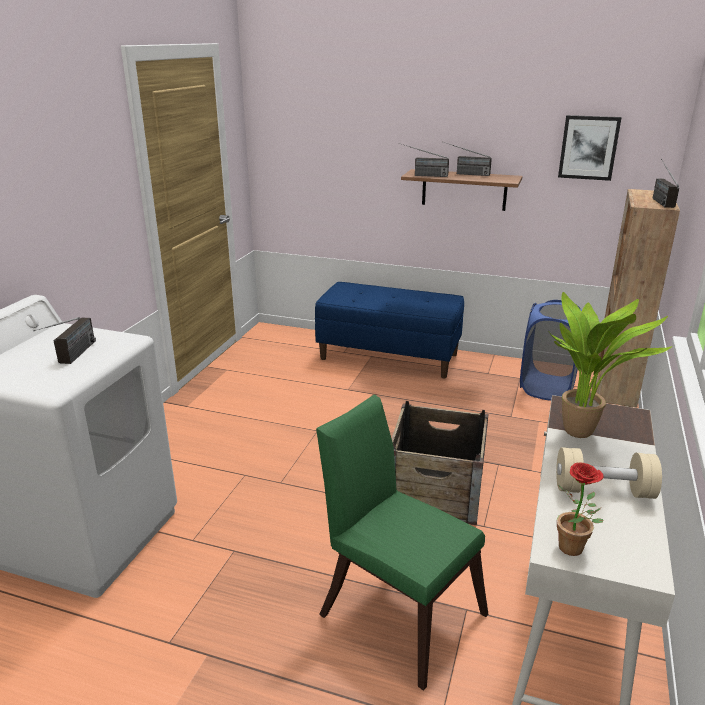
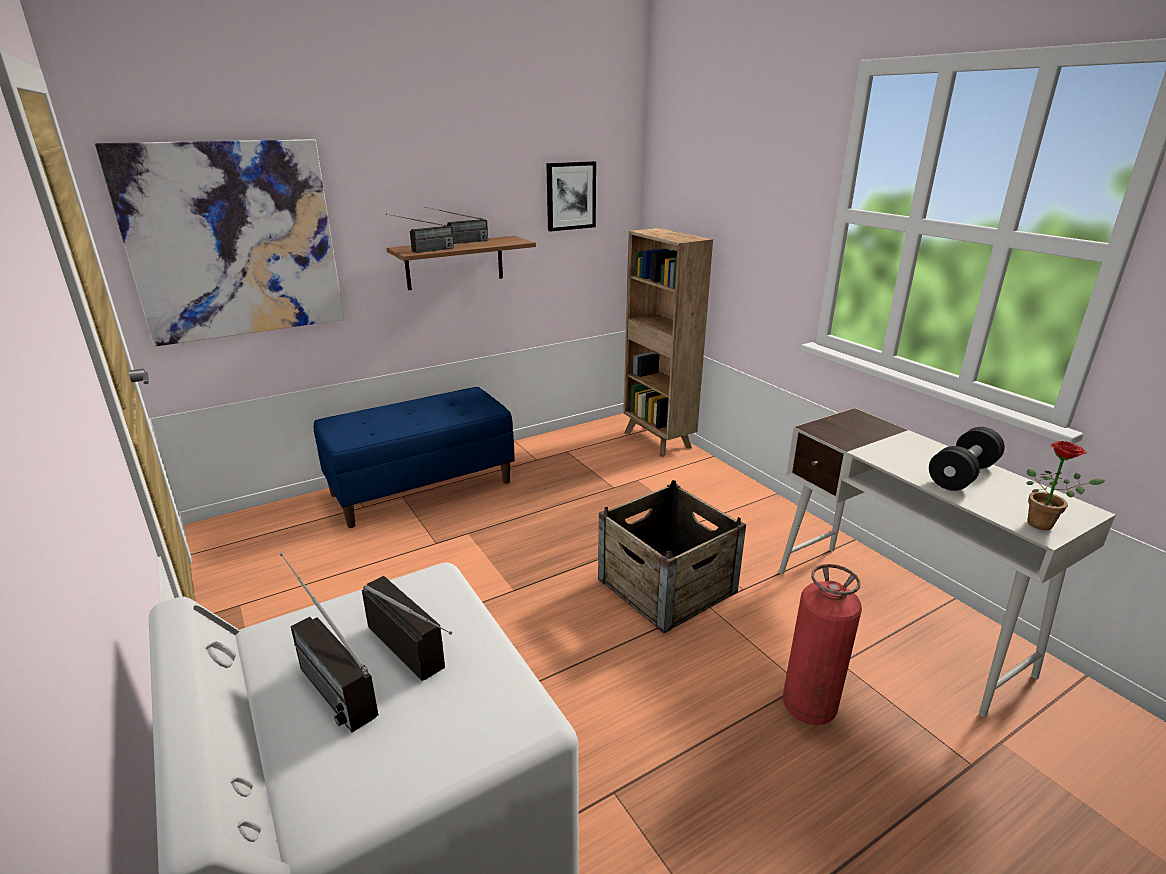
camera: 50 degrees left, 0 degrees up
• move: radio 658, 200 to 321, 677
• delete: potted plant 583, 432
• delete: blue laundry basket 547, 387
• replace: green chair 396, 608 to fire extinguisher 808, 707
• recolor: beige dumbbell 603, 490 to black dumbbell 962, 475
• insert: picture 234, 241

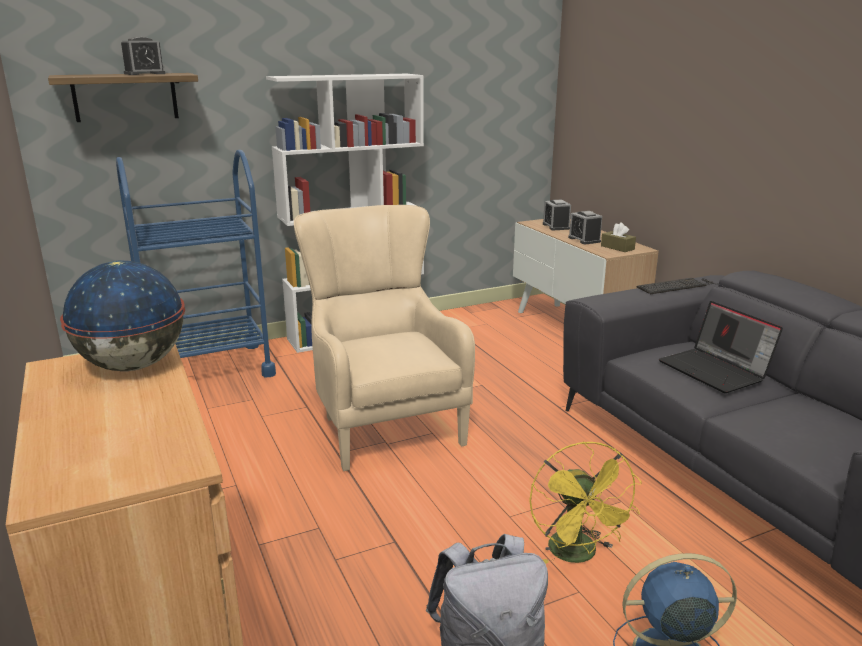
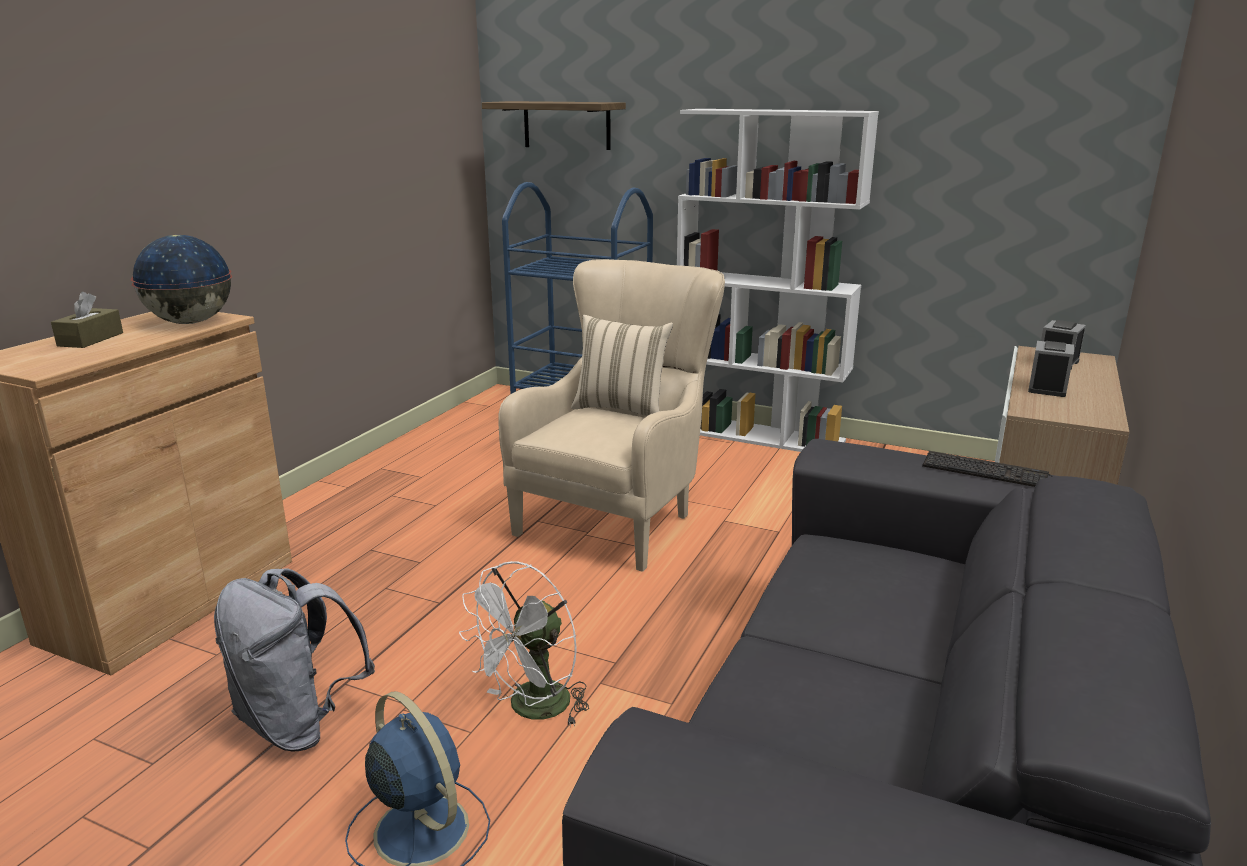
camera: 50 degrees right, 0 degrees up
• delete: alarm clock 144, 74
• move: brown tissue box 617, 247 to 90, 339
• delete: laptop 715, 370
• recolor: yellow fan 578, 555 to white fan 532, 710
• insert: beige pillow 621, 409

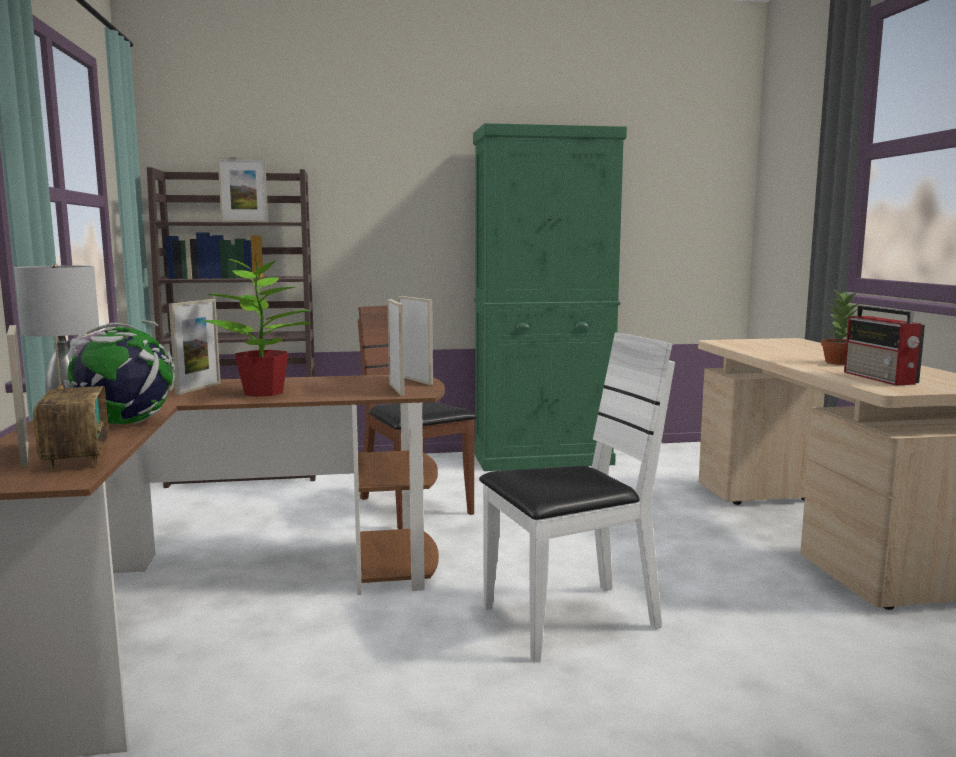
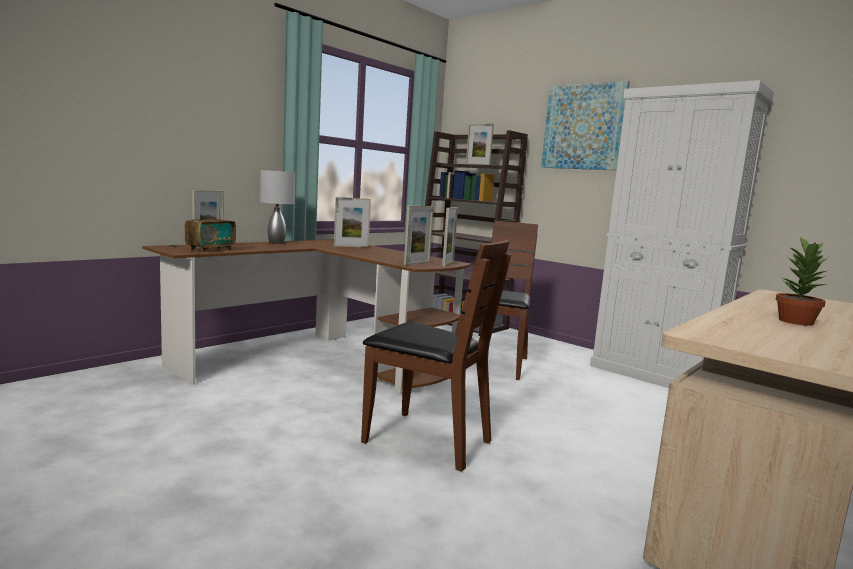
camera: 50 degrees right, 0 degrees up
• recolor: green cabinet 543, 458 to white cabinet 654, 375
• delete: potted plant 264, 392
• delete: radio 880, 378
• delete: globe 124, 423
• recolor: white chair 569, 620 to brown chair 426, 440
• insert: picture 584, 127

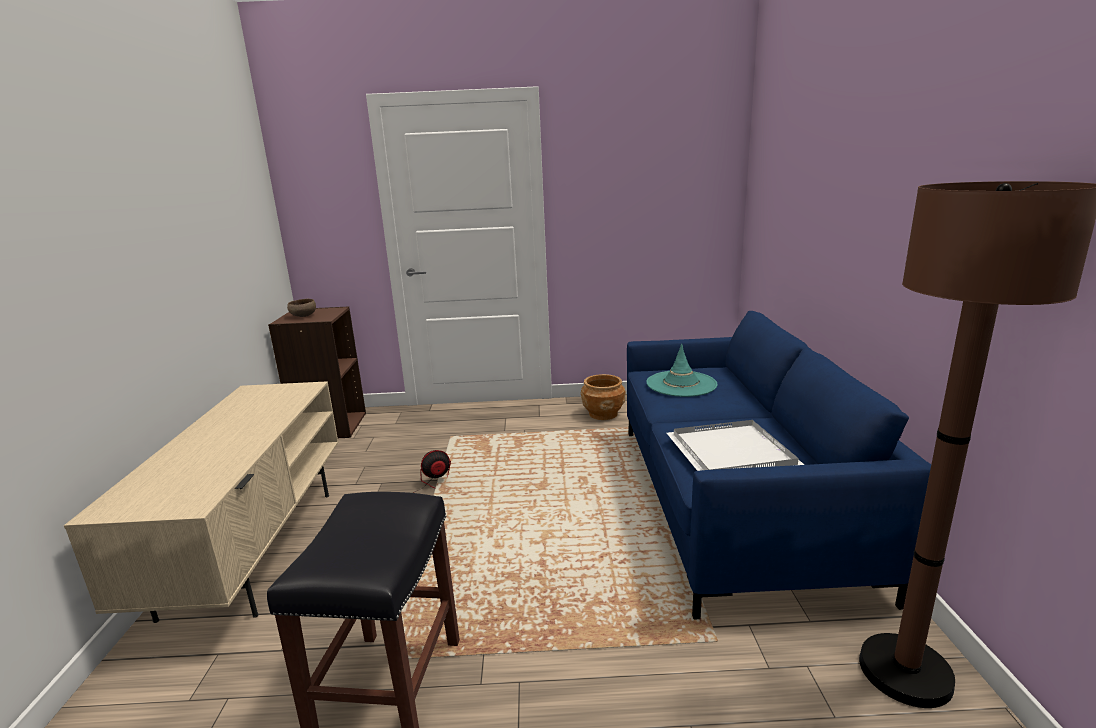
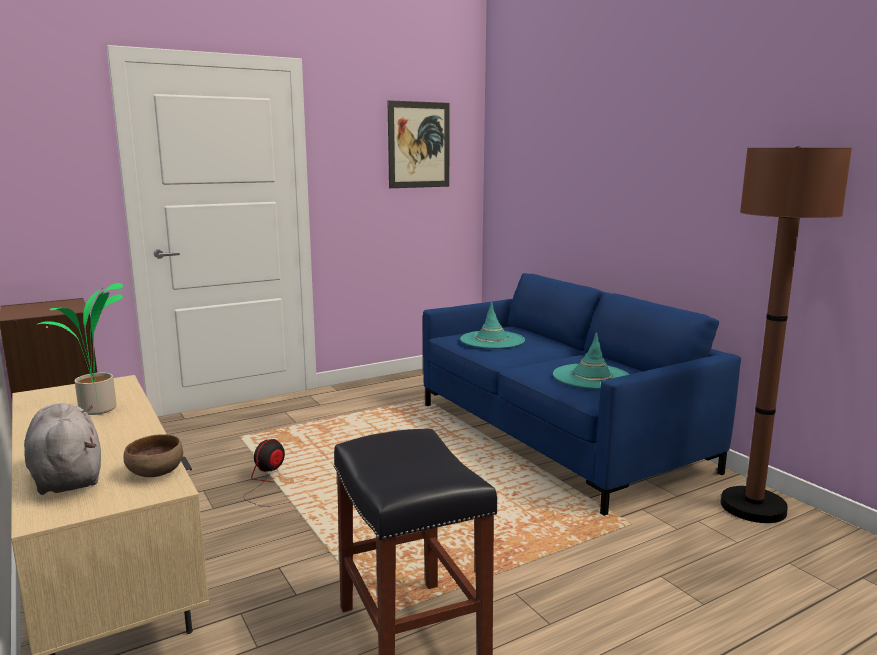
camera: 30 degrees left, 5 degrees down
• move: brown bowl 303, 316 to 155, 474
• delete: brown planter 603, 414
• replace: white tray 734, 453 to turquoise hat 591, 377
• insert: picture 419, 145
• insert: potted plant 98, 410
• insert: grey plush toy 67, 477

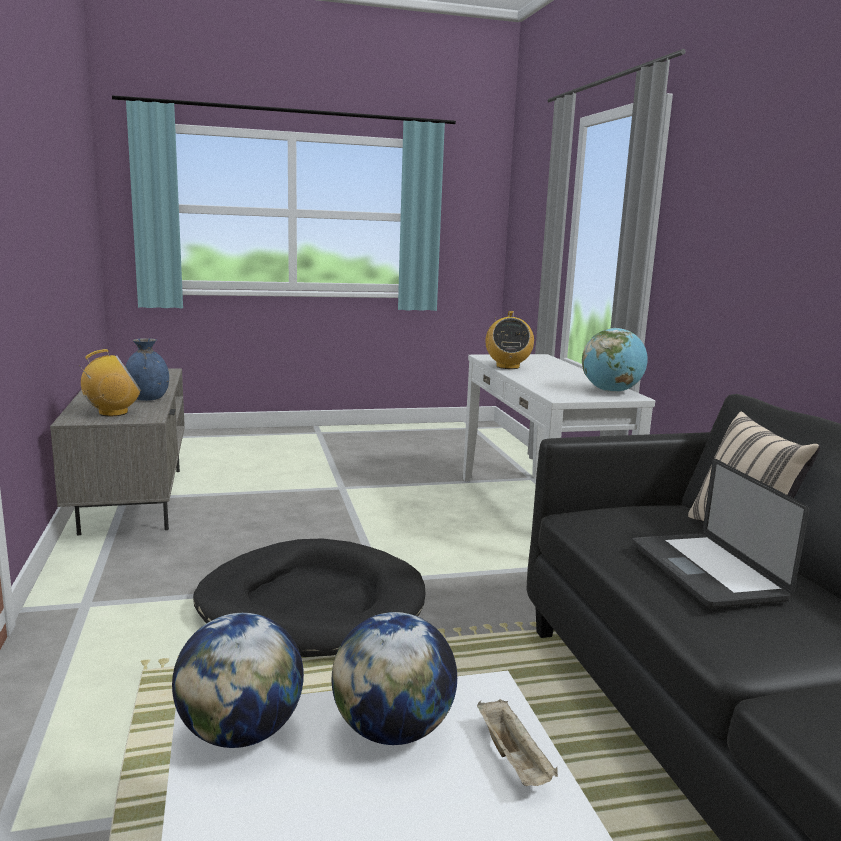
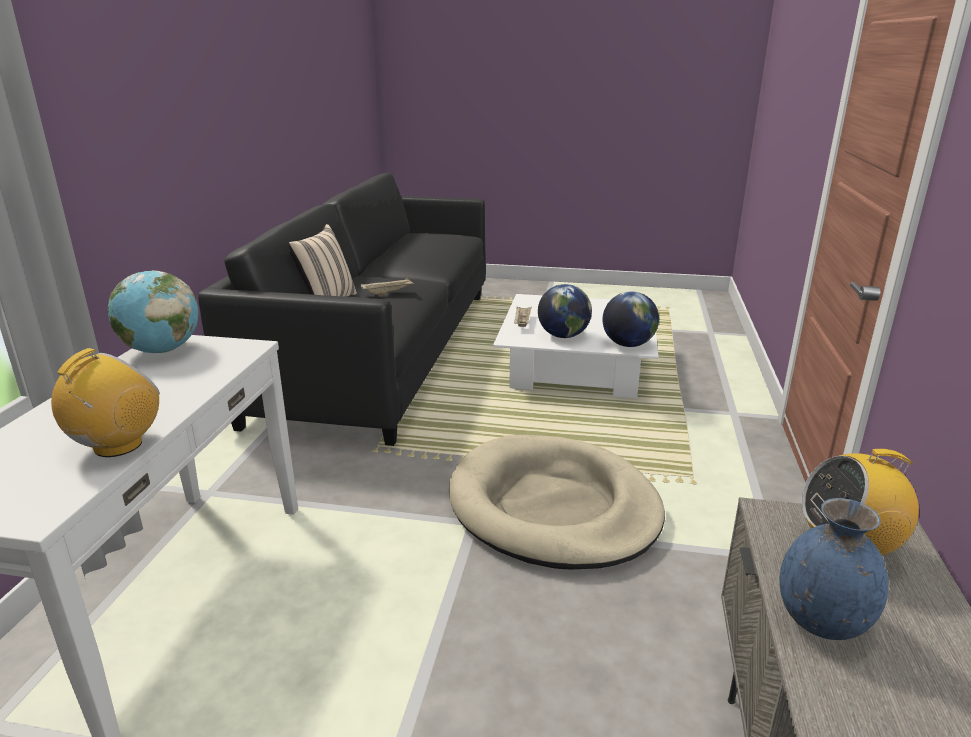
camera: 155 degrees left, 10 degrees up
• replace: laptop 706, 571 to beige tray 388, 293
• recolor: black dog bed 311, 605 to beige dog bed 553, 507

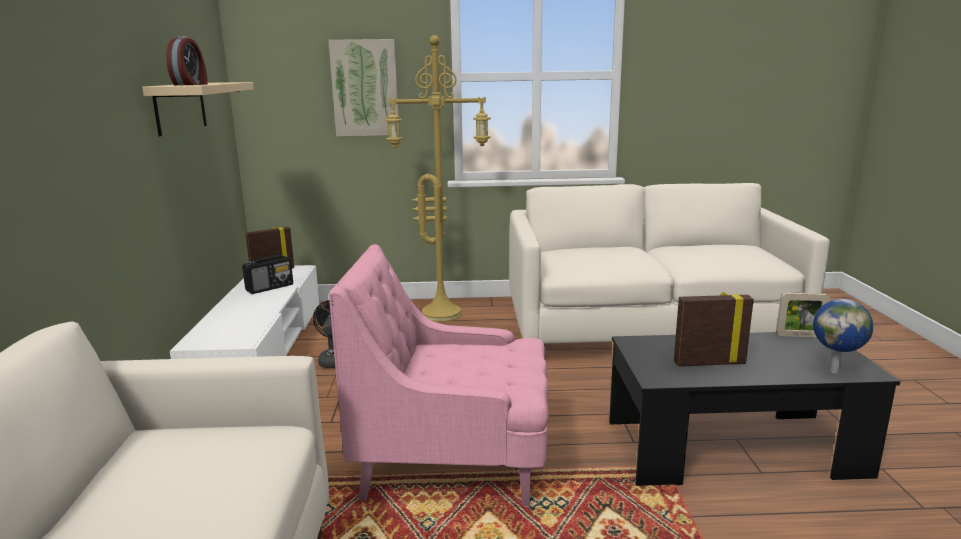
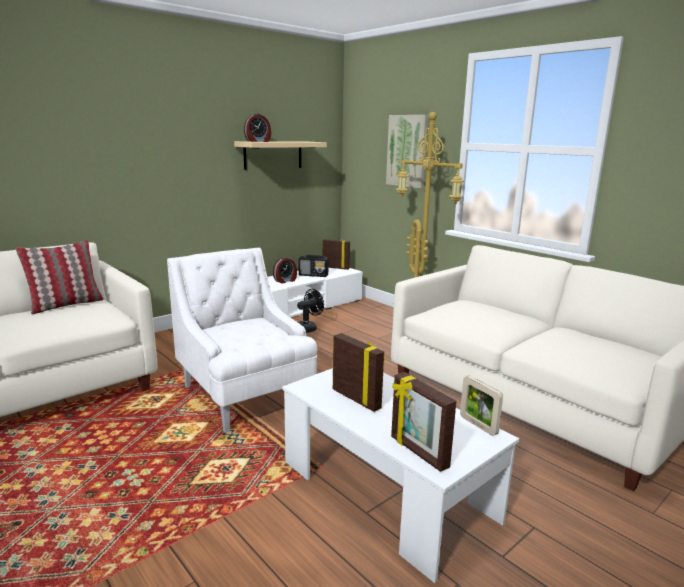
camera: 50 degrees right, 0 degrees up
• recolor: pink armchair 454, 462 to white armchair 245, 396
• replace: globe 835, 371 to picture frame 418, 452
• recolor: black coffee table 733, 448 to white coffee table 386, 491
• insert: pillow 65, 305
• insert: alarm clock 285, 281

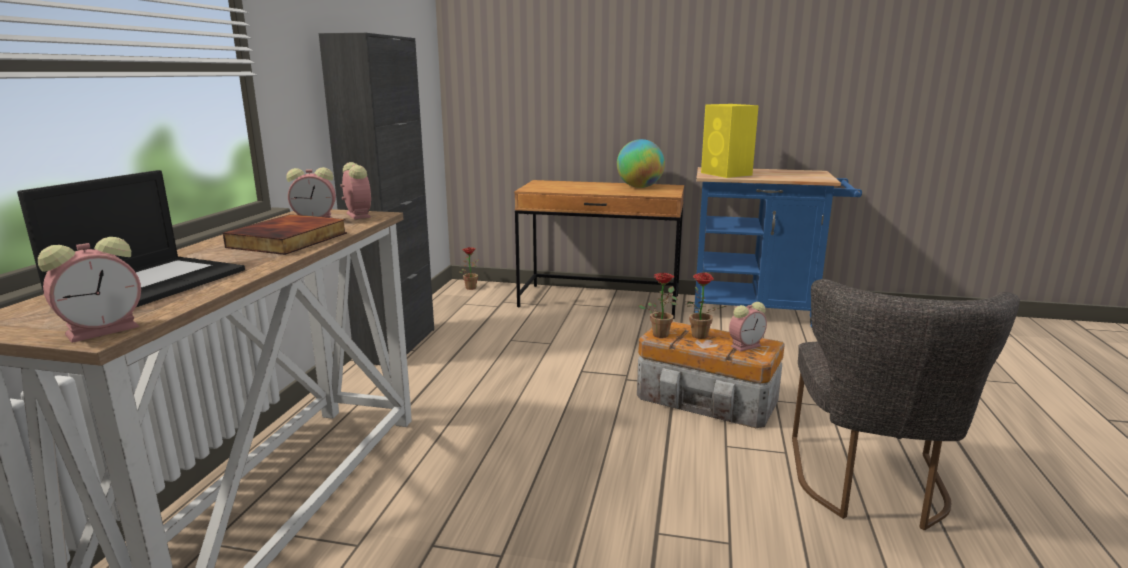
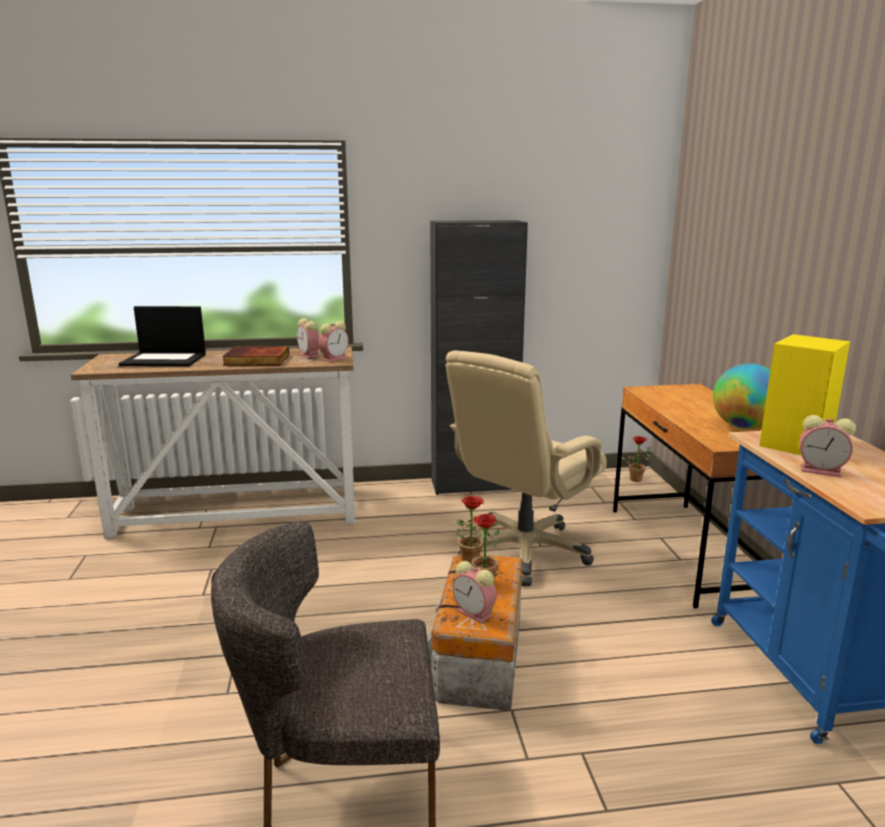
camera: 70 degrees right, 0 degrees up
• move: alarm clock 105, 329 to 822, 471
• insert: beige office chair 524, 552

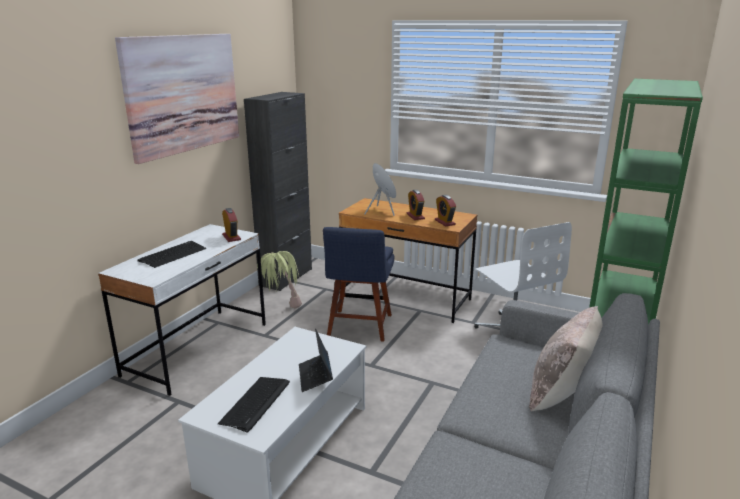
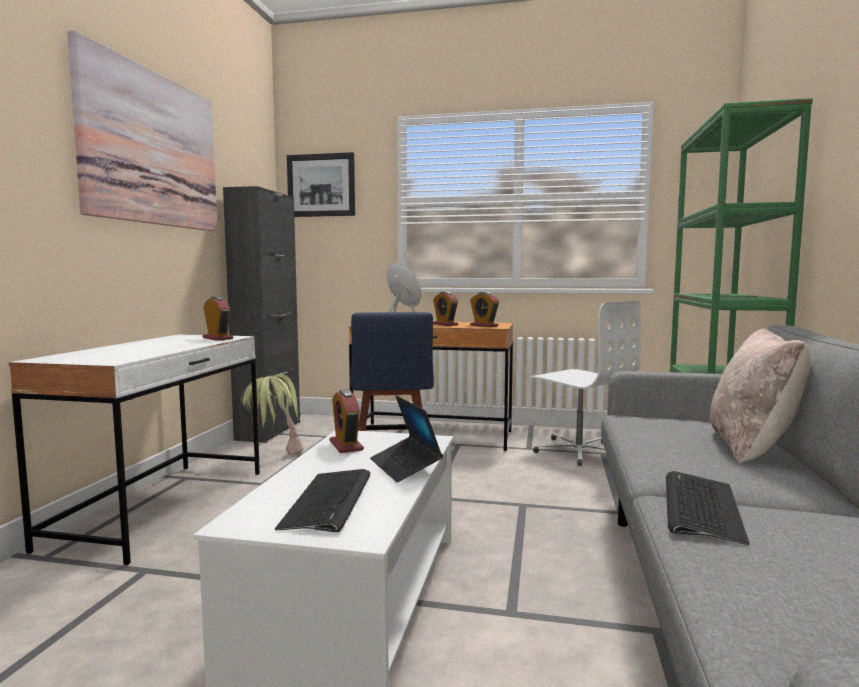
camera: 15 degrees left, 15 degrees down
• move: keyboard 173, 255 to 700, 507
• insert: picture 321, 185
• insert: alarm clock 346, 445

